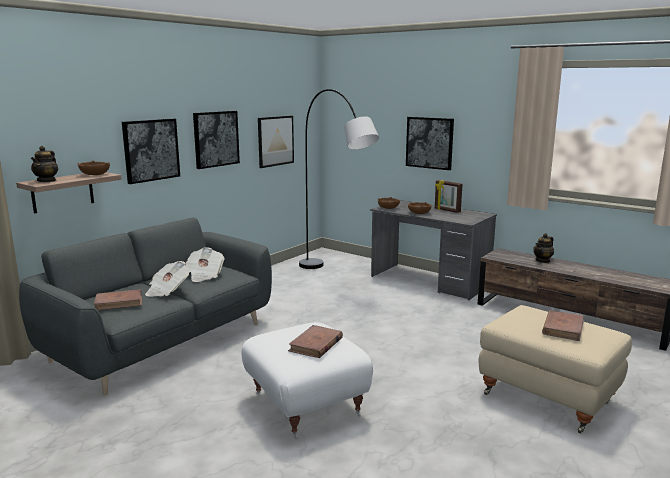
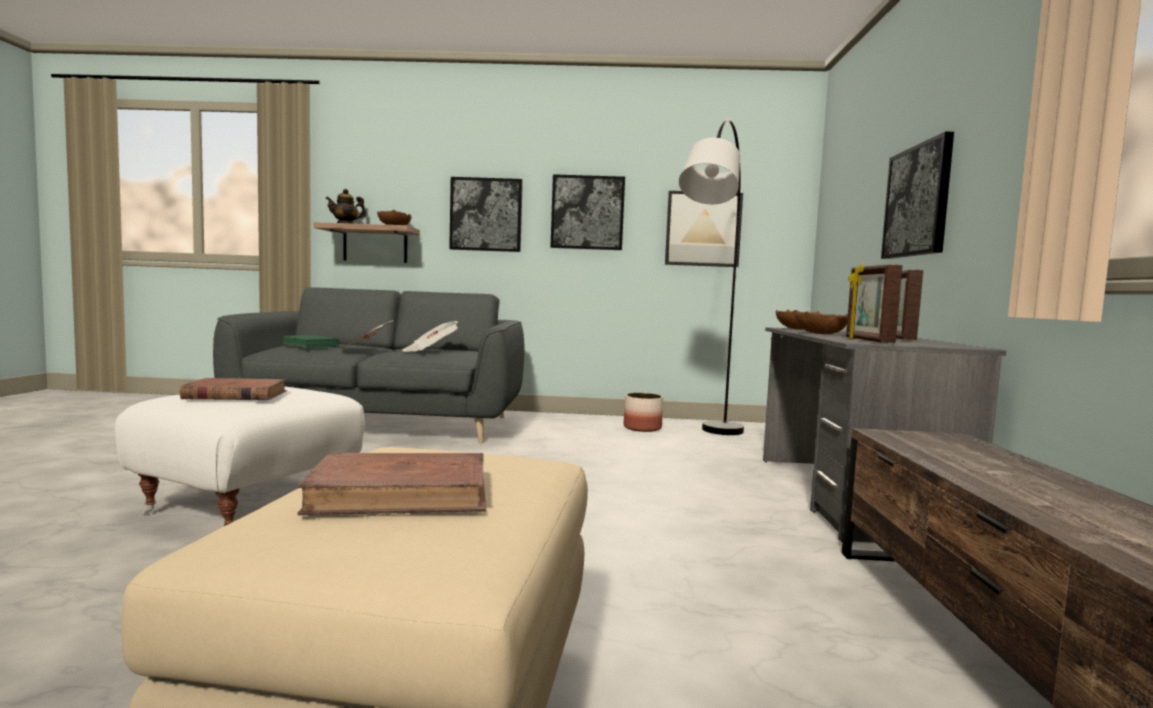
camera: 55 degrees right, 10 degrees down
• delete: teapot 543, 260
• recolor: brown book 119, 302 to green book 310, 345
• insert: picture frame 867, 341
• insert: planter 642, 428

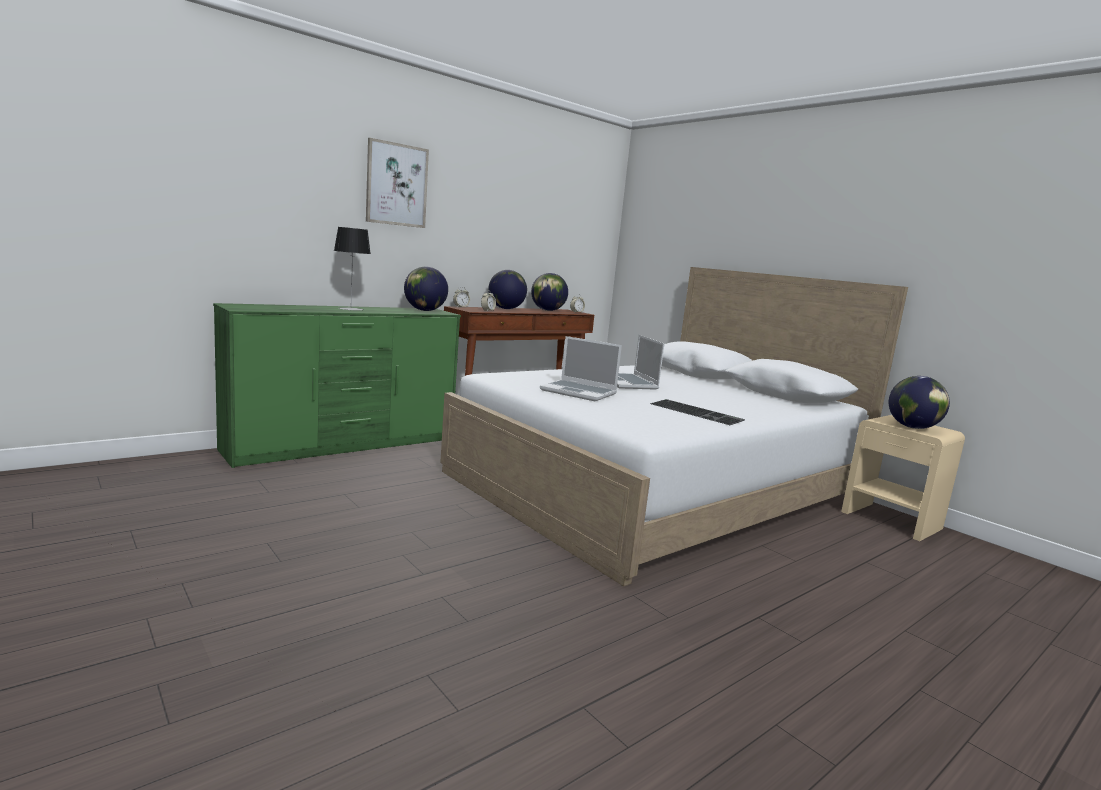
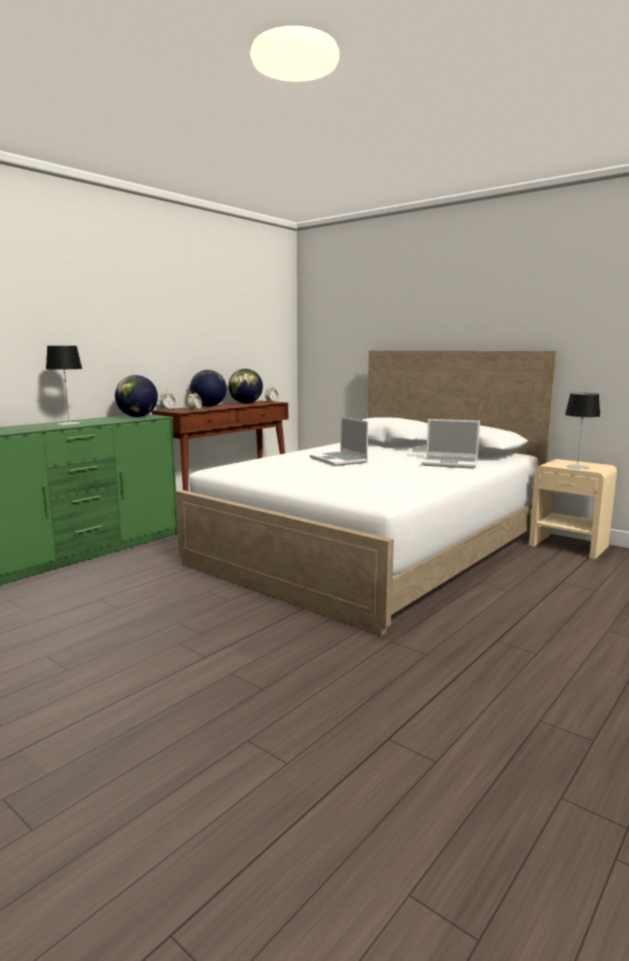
camera: 10 degrees left, 0 degrees up
• delete: picture 396, 184
• move: laptop 579, 392 to 450, 463
• replace: globe 912, 427 to table lamp 577, 467
• delete: keyboard 697, 412

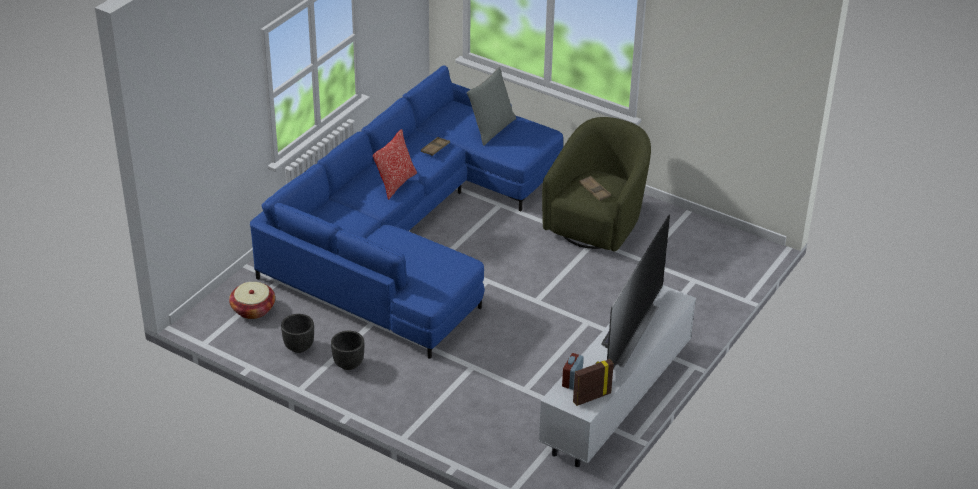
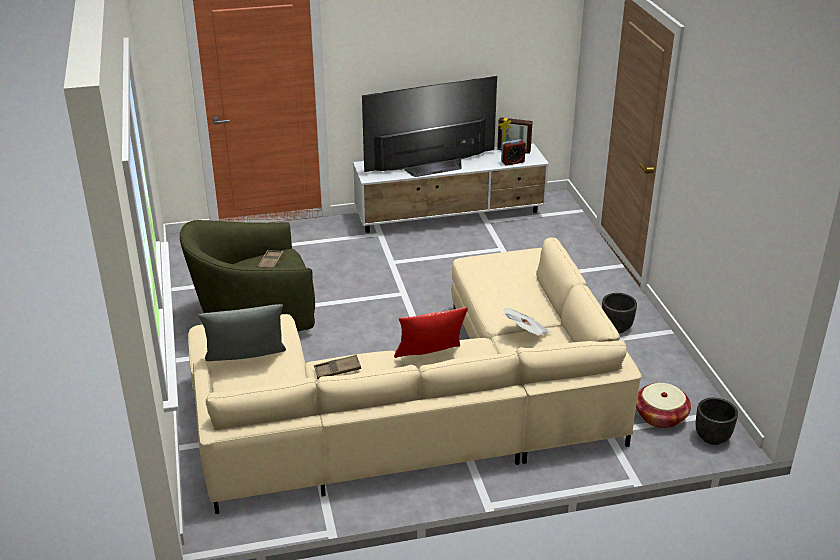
camera: 135 degrees left, 5 degrees down
• recolor: blue sofa 409, 231 to beige sofa 419, 407
• move: black planter 299, 347 to 712, 437
• insert: newspaper 526, 333

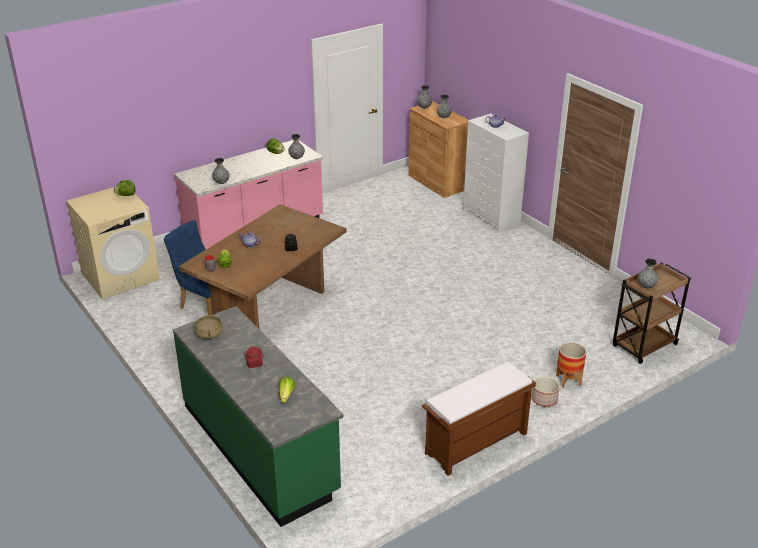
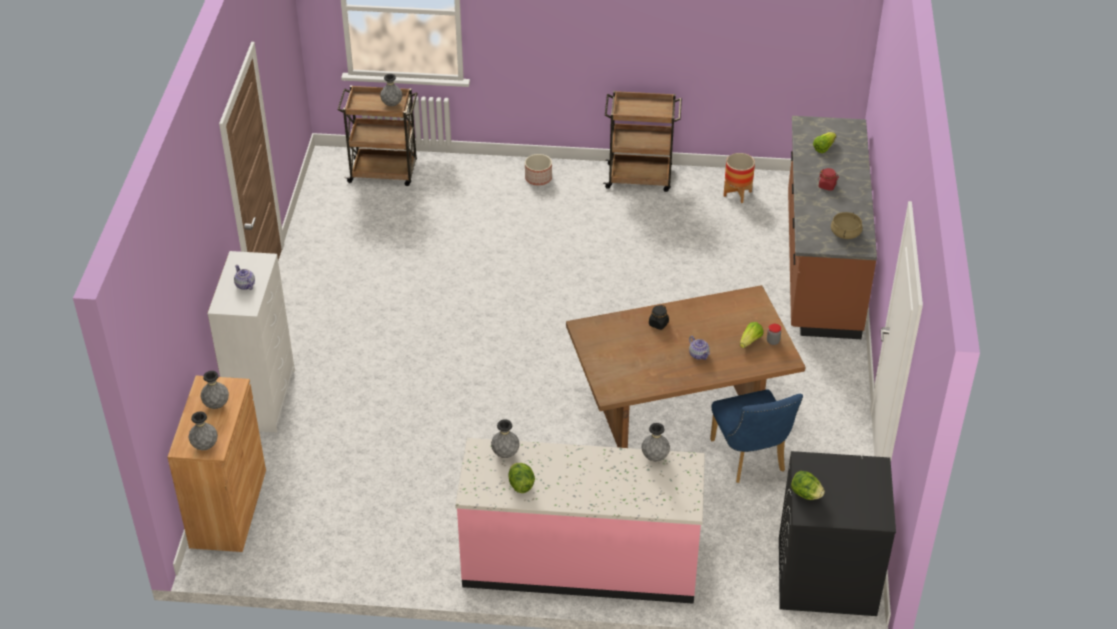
camera: 140 degrees left, 10 degrees up
• recolor: beige washing machine 121, 276 to black washing machine 826, 576
• recolor: green counter 260, 448 to brown counter 820, 265
• move: planter 568, 380 to 737, 194
• replace: brown bench 475, 444 to brown cart 640, 177

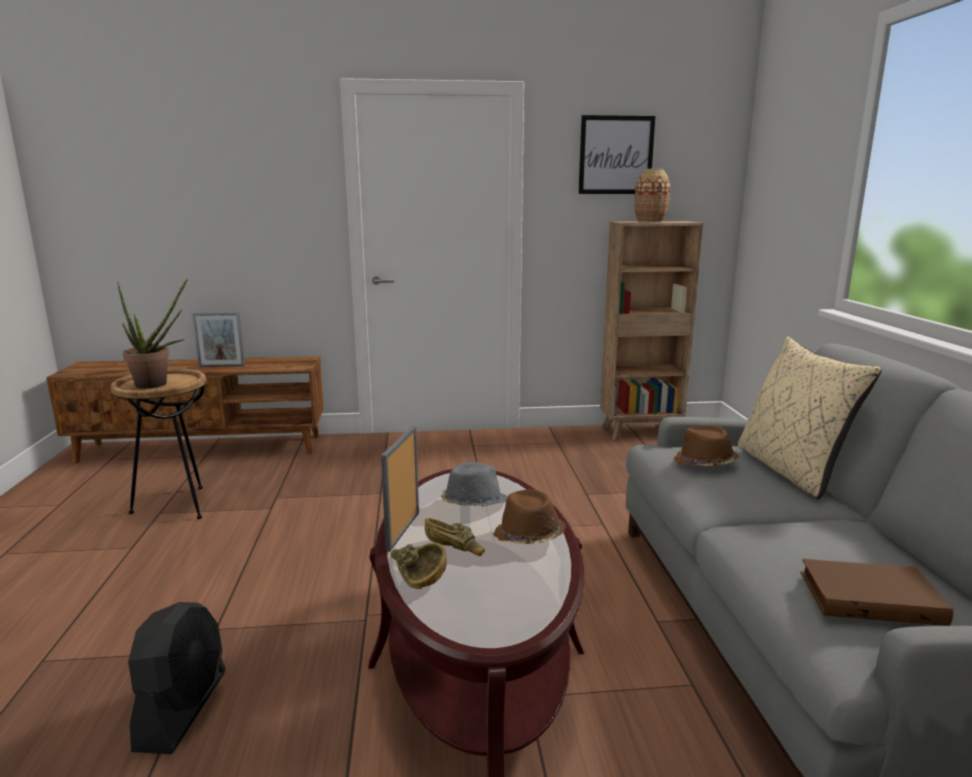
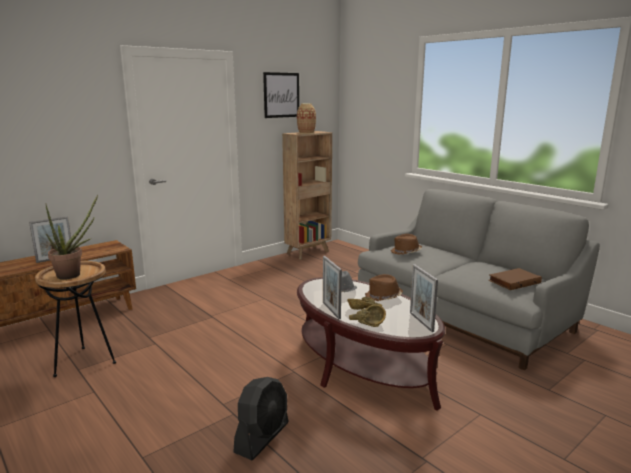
camera: 35 degrees left, 0 degrees up
• delete: beige pillow 790, 470
• rotate: black fan 183, 709 = 262, 437 60 degrees clockwise
• insert: picture frame 421, 322

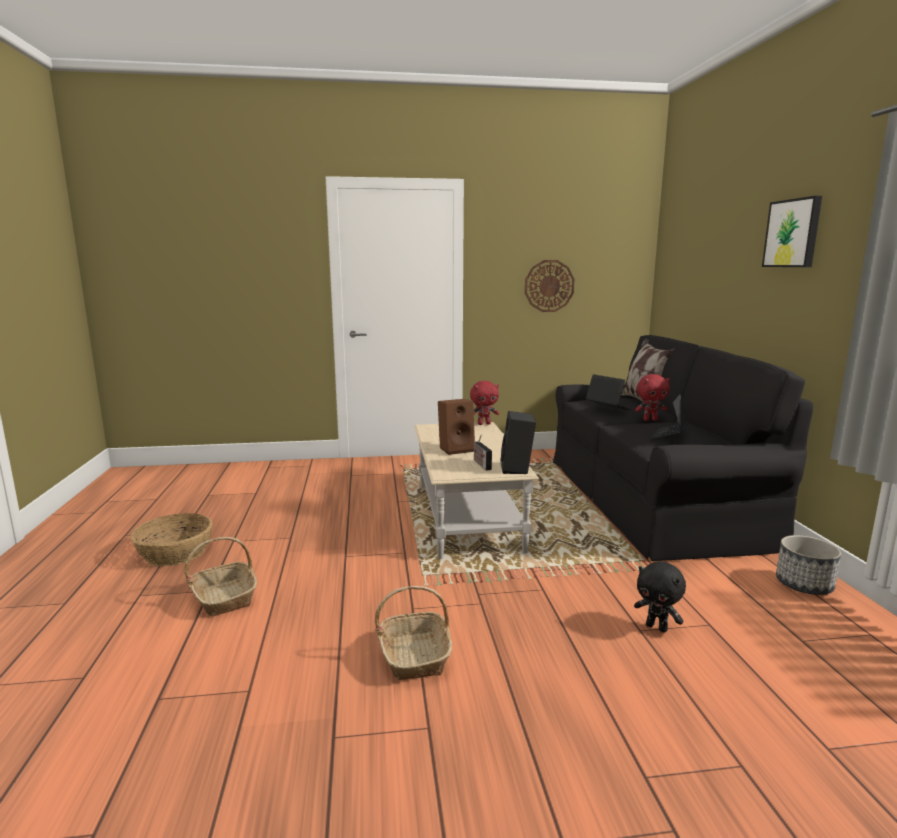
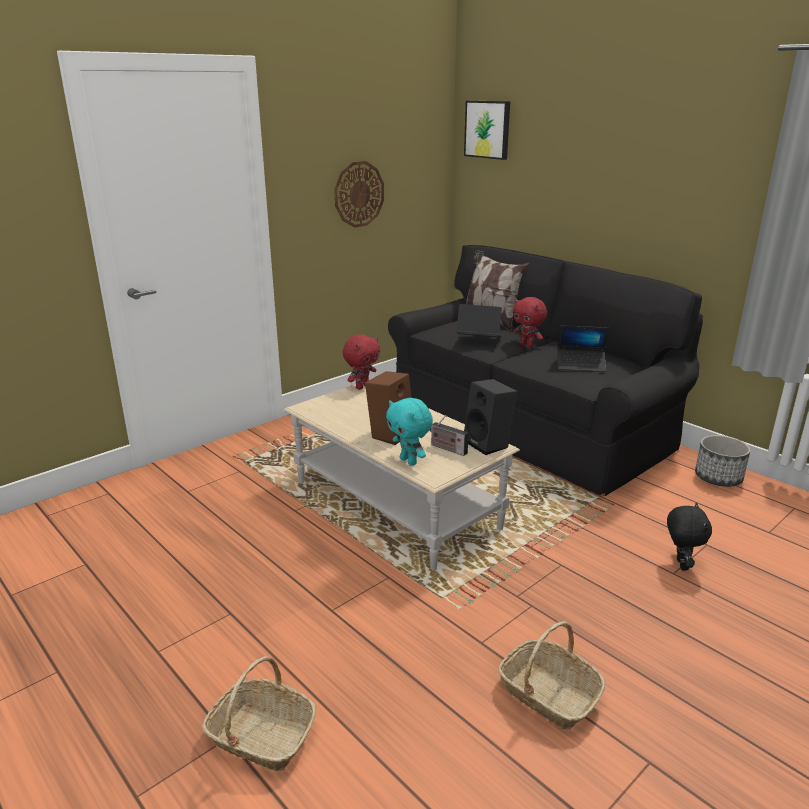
camera: 35 degrees left, 10 degrees up
• move: picture 793, 233 to 488, 129
• rotate: red plush toy 650, 420 = 527, 345 90 degrees clockwise
• rotate: laptop 669, 435 = 580, 365 75 degrees counterclockwise
• delete: basket 175, 552
• rotate: black plush toy 657, 627 = 680, 564 90 degrees counterclockwise
• insert: turquoise plush toy 409, 461

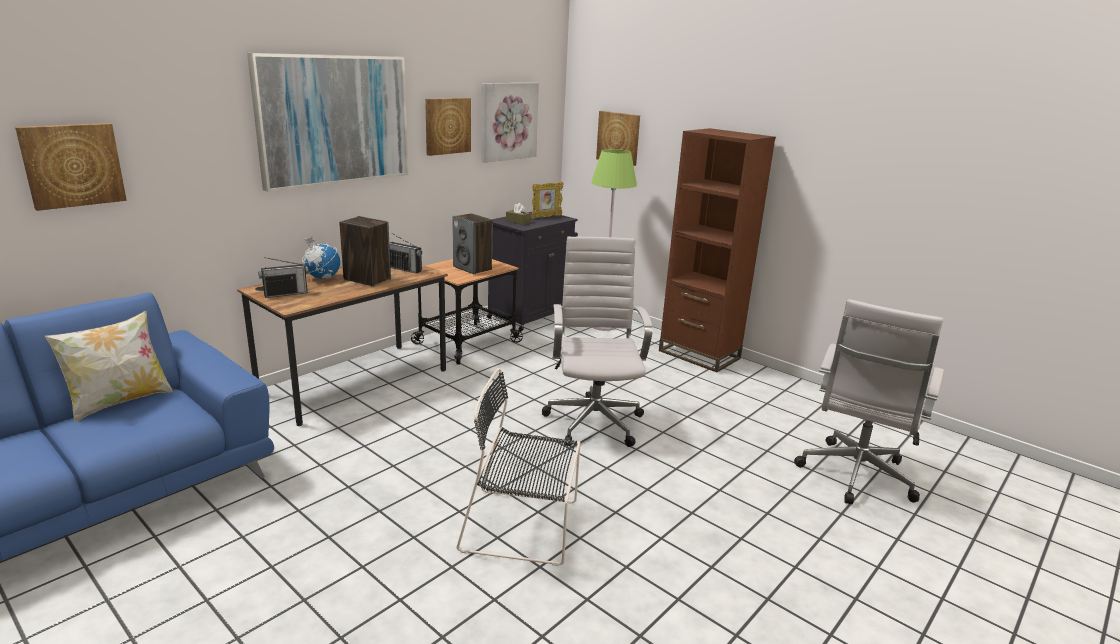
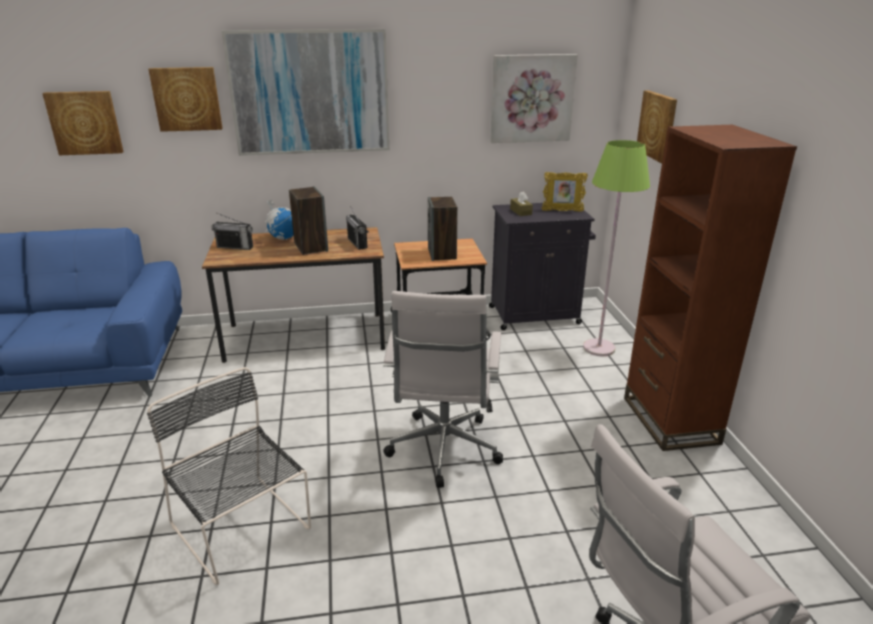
camera: 40 degrees right, 5 degrees up
• move: picture 447, 126 to 187, 99
• rotate: white office chair 593, 420 = 443, 452 150 degrees clockwise
• delete: pillow 120, 401

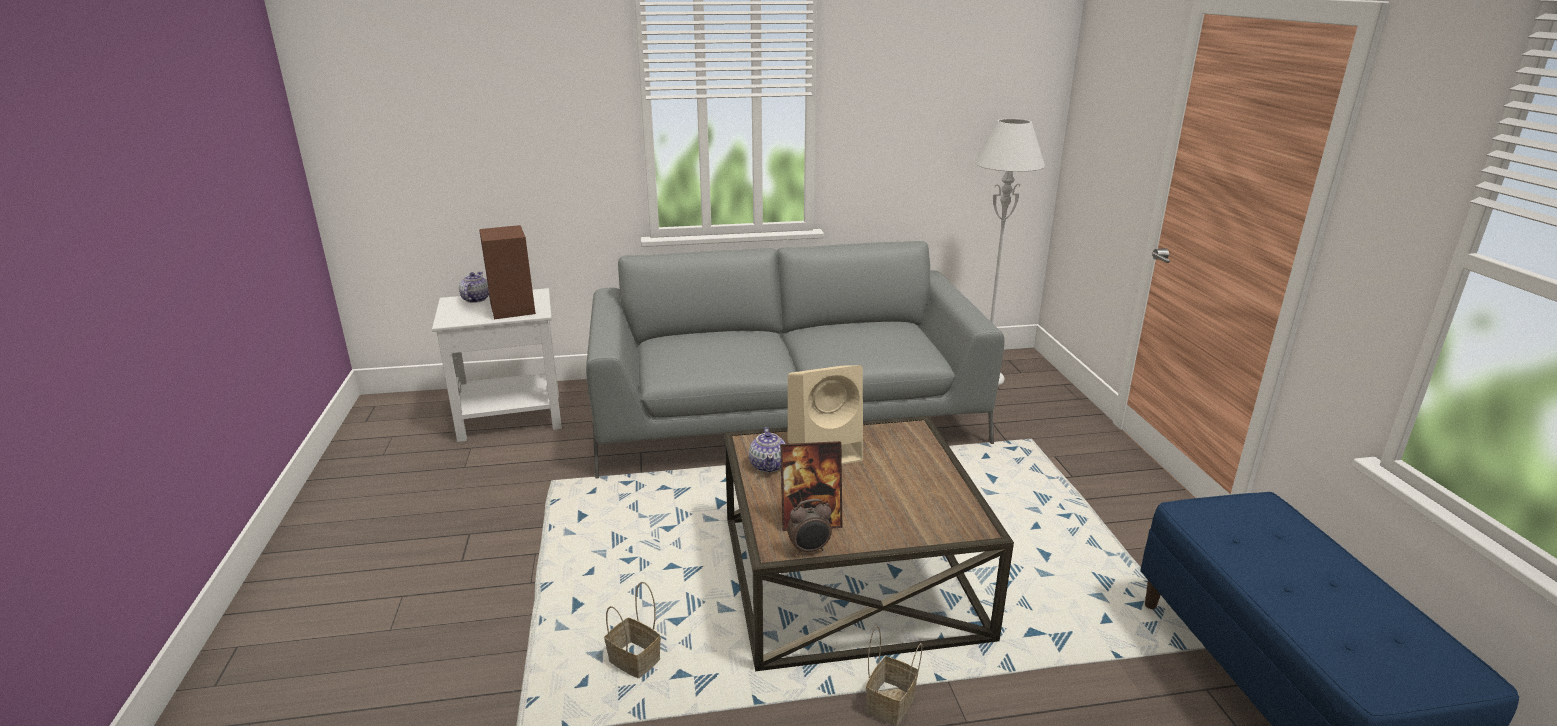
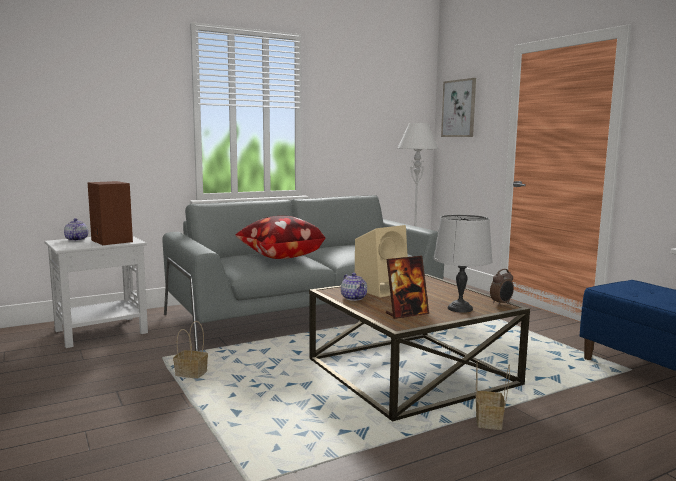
camera: 20 degrees left, 15 degrees down
• move: alarm clock 809, 550 to 501, 303
• move: basket 636, 661 to 192, 374
• insert: picture 459, 108
• insert: grey table lamp 459, 308
• insert: pillow 279, 257

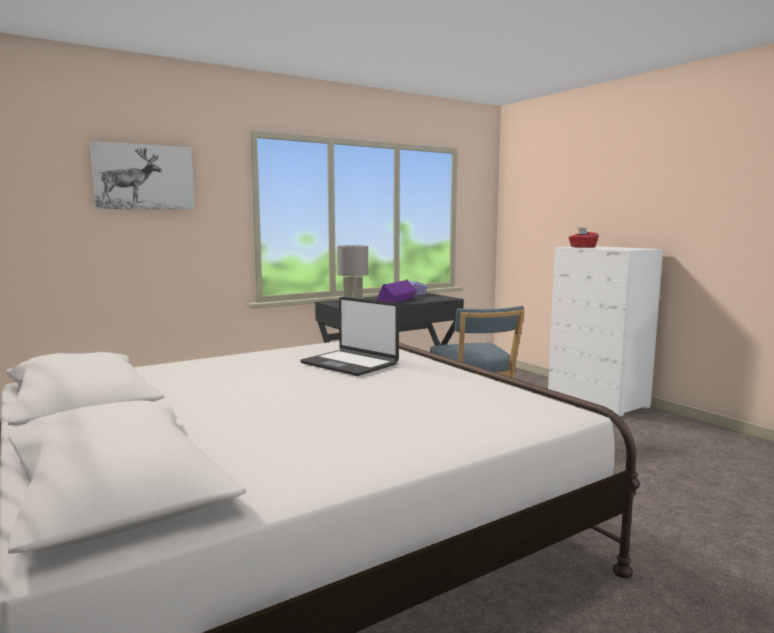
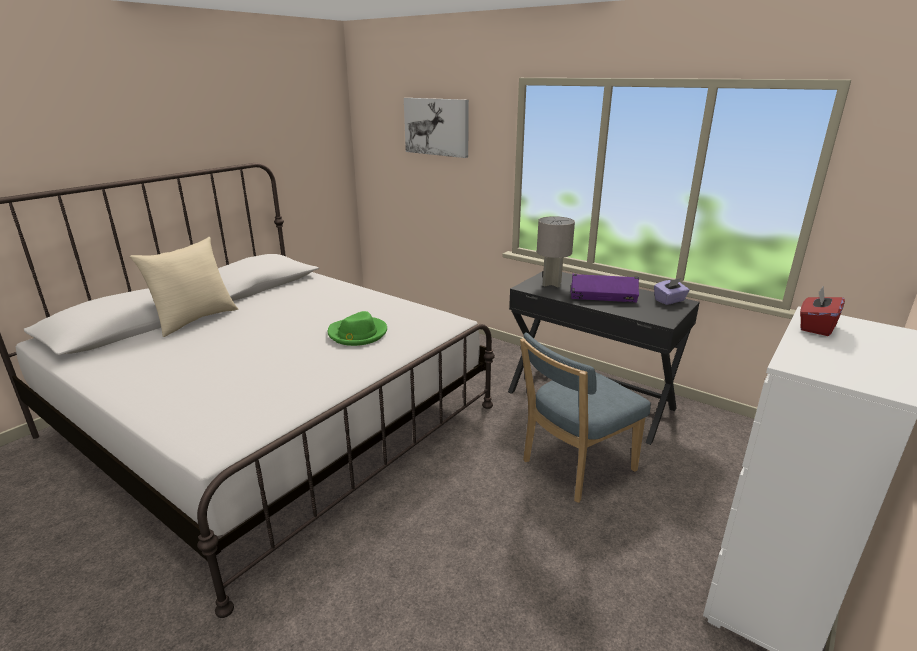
camera: 70 degrees right, 15 degrees up
• replace: laptop 350, 364 to green hat 357, 334
• insert: beige pillow 195, 320

